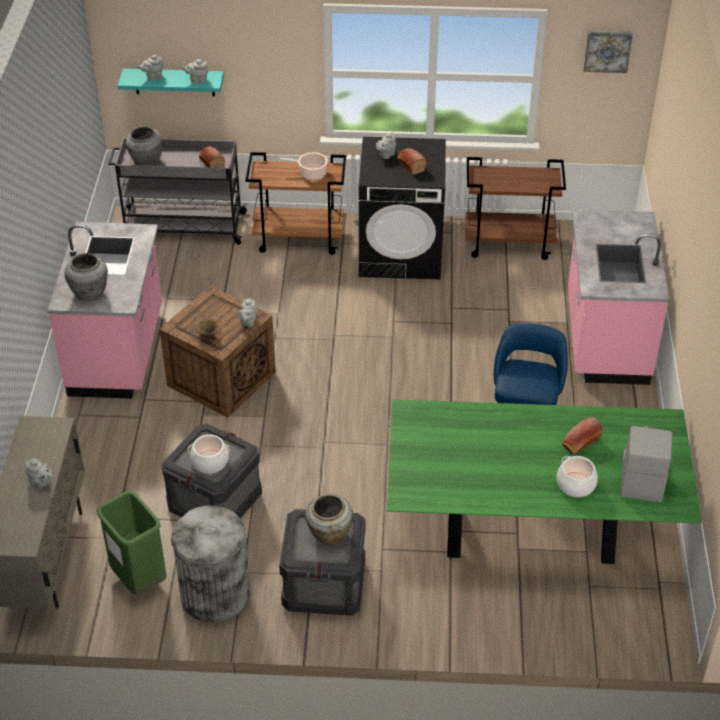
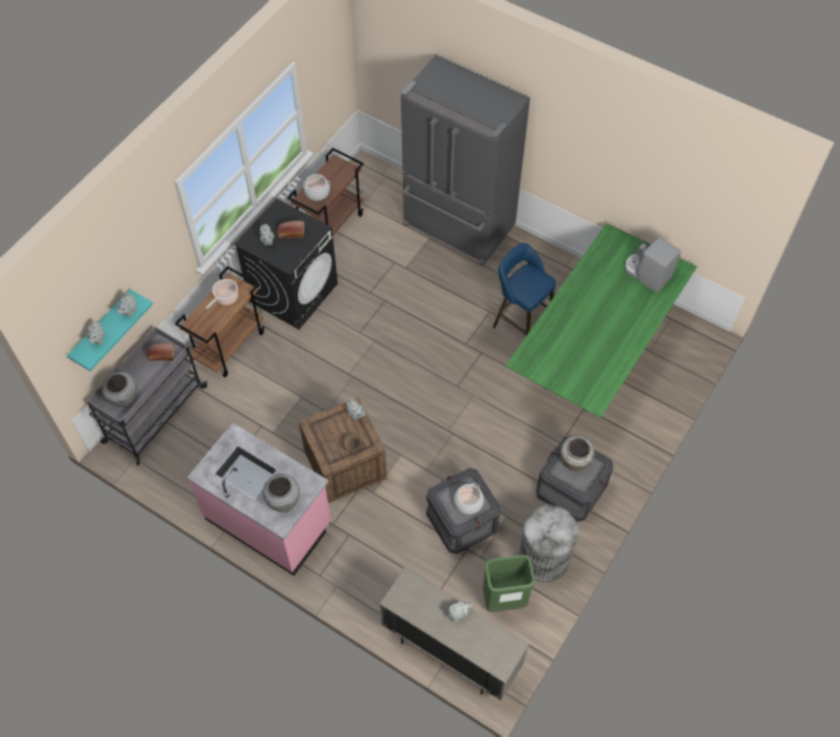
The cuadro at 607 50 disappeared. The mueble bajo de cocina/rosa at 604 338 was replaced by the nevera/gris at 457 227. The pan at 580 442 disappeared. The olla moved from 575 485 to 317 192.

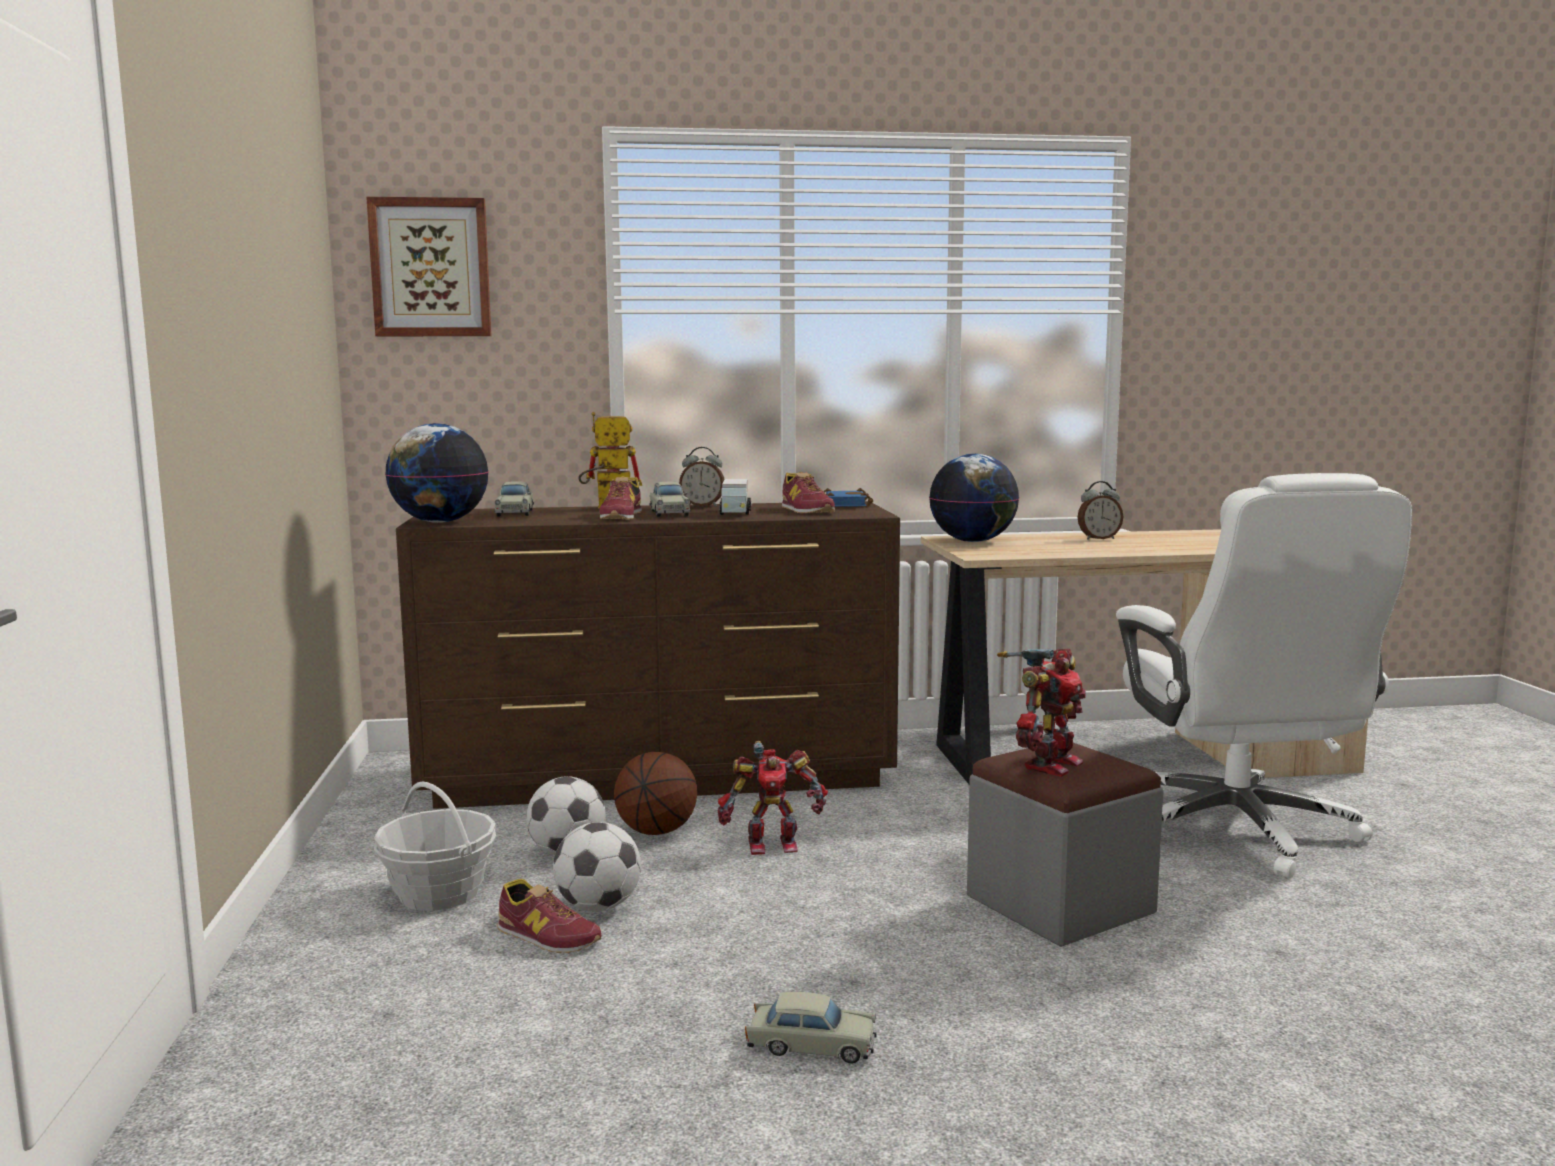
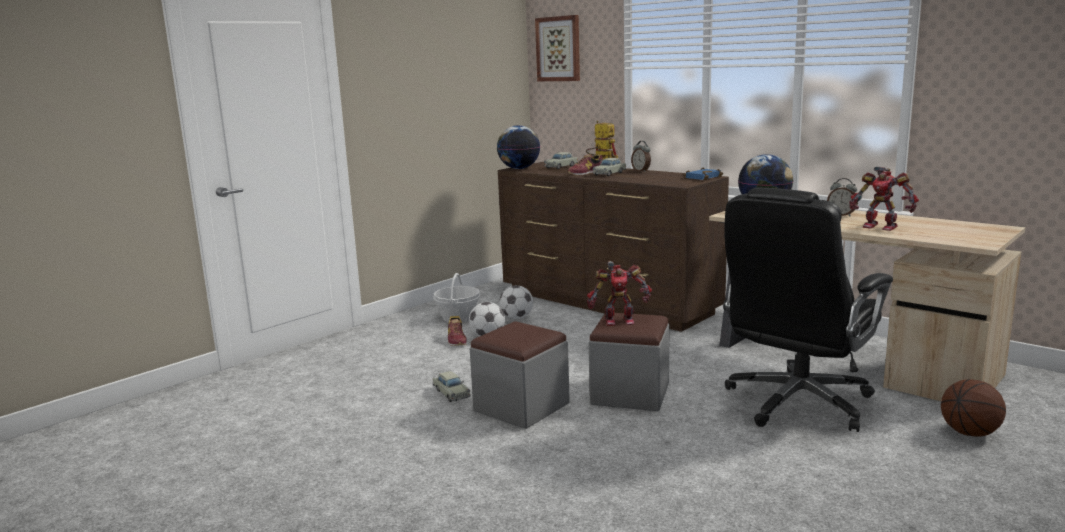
The zapato at 806 510 disappeared. The silla de oficina/blanco at 1238 831 became the silla de oficina/negro at 797 403. The camión de juguete at 735 513 disappeared. The robot de juguete moved from 771 844 to 880 226. The balón de baloncesto moved from 656 831 to 969 432. The puf/gris at 521 407 appeared.

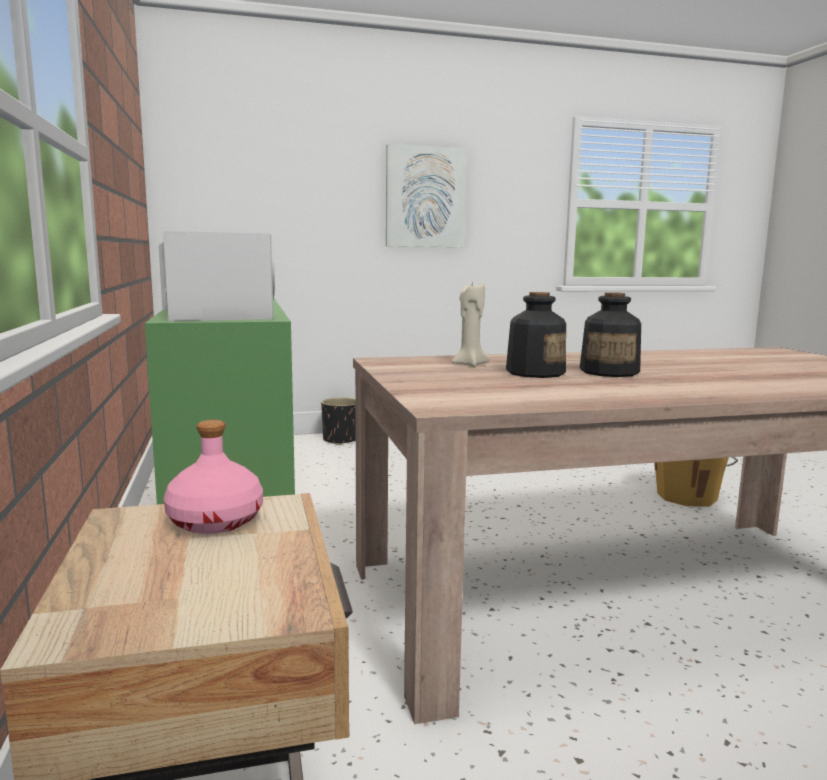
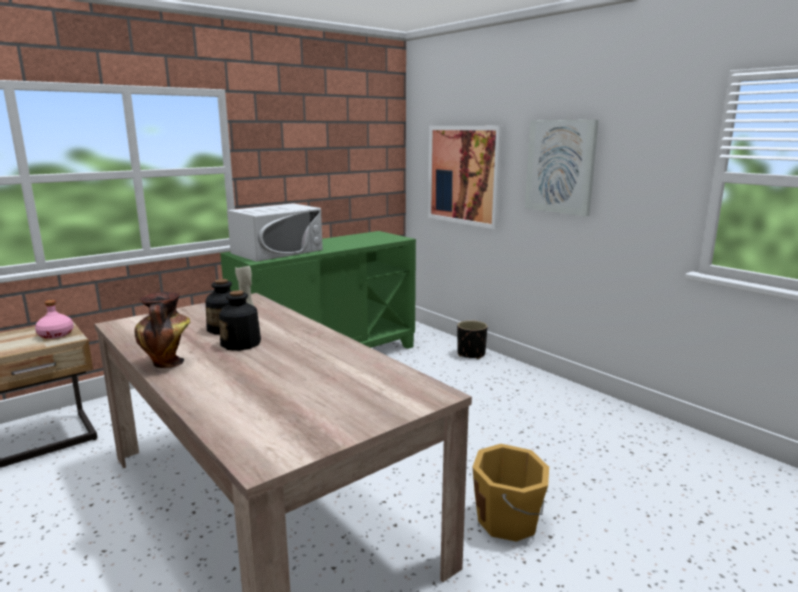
The cuadro at 464 175 appeared. The florero at 167 363 appeared.

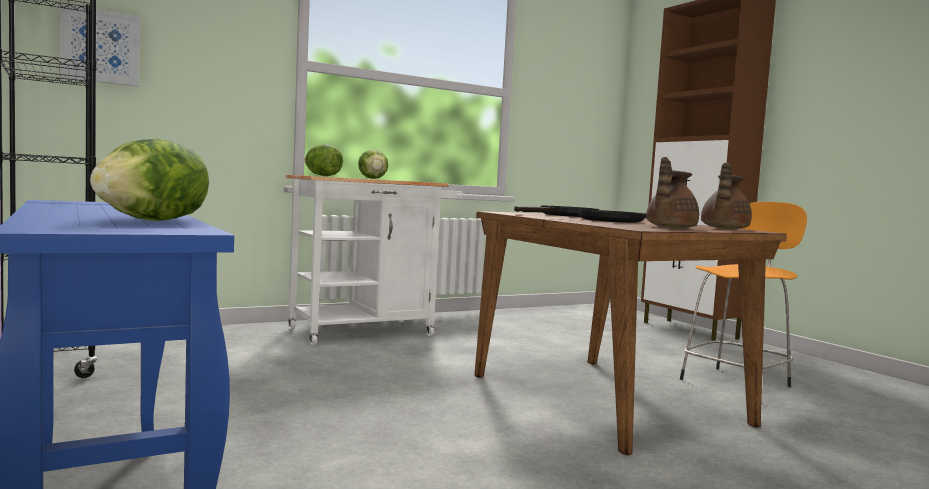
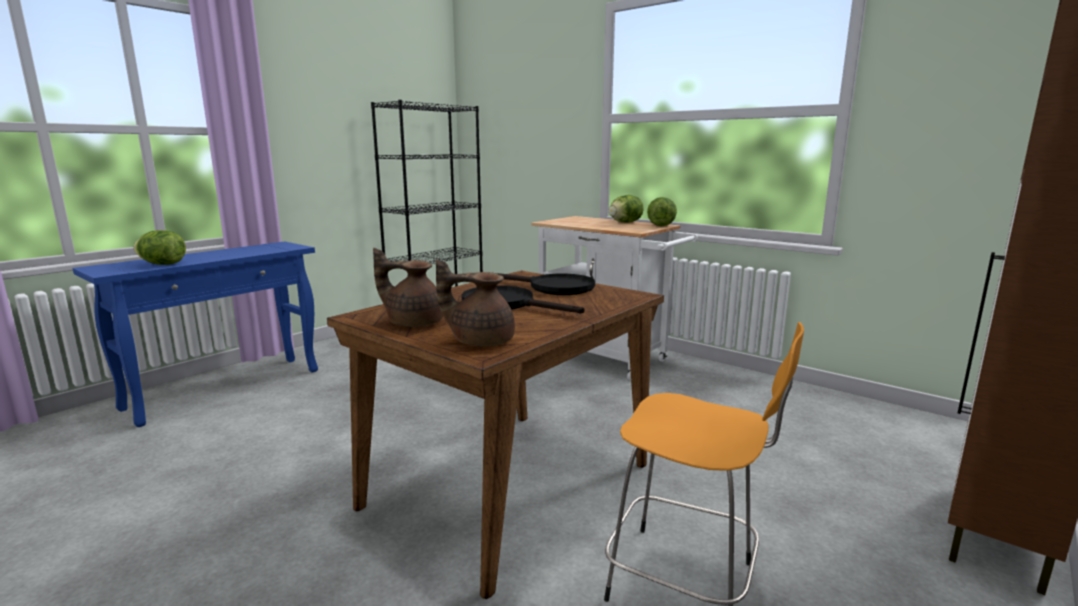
The cuadro at 100 46 disappeared. The lechuga moved from 322 176 to 661 225.

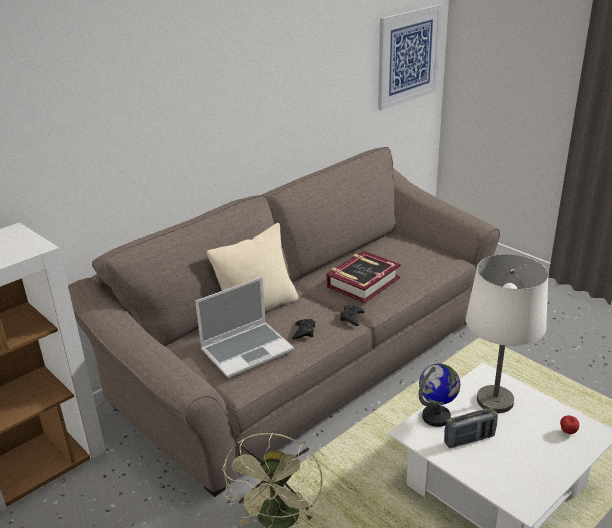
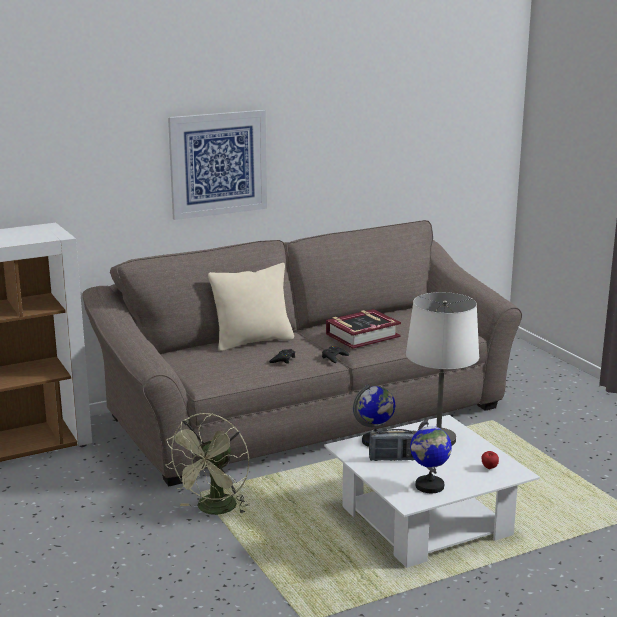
The cuadro moved from 408 56 to 218 164. The portátil at 247 350 disappeared. The globo terráqueo at 429 486 appeared.

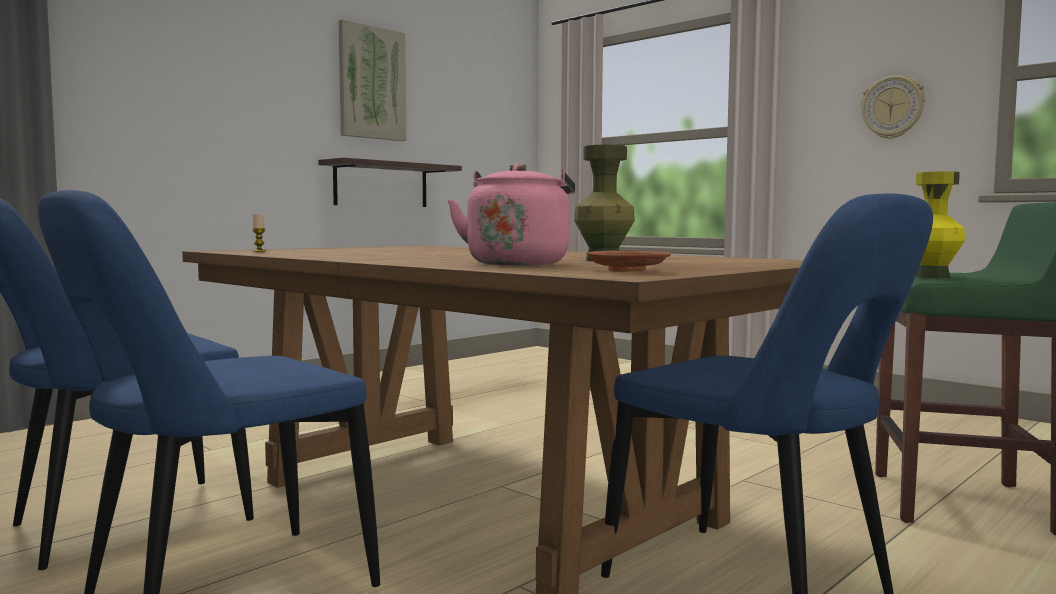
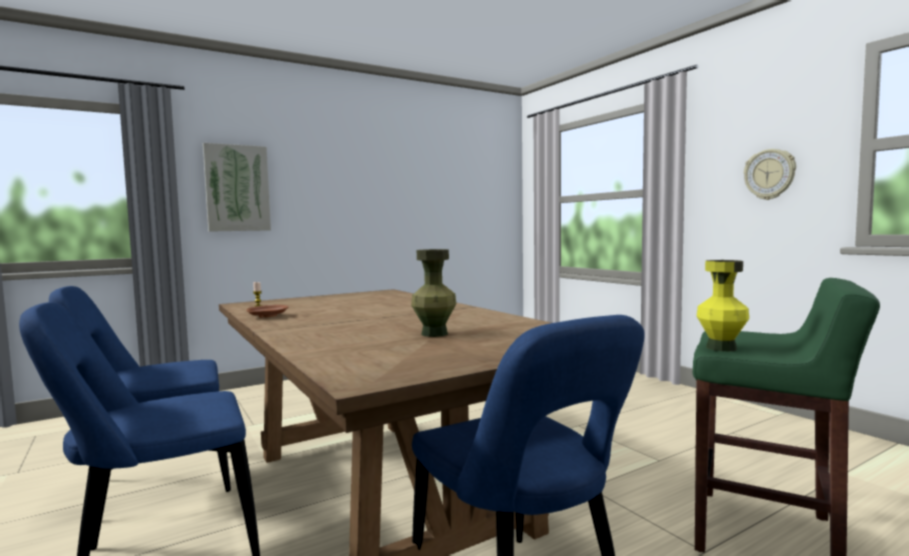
The cuadro moved from 371 83 to 237 188. The estante at 381 185 disappeared. The hervidor/rosa at 518 263 disappeared. The plato/marrón moved from 627 271 to 268 316.

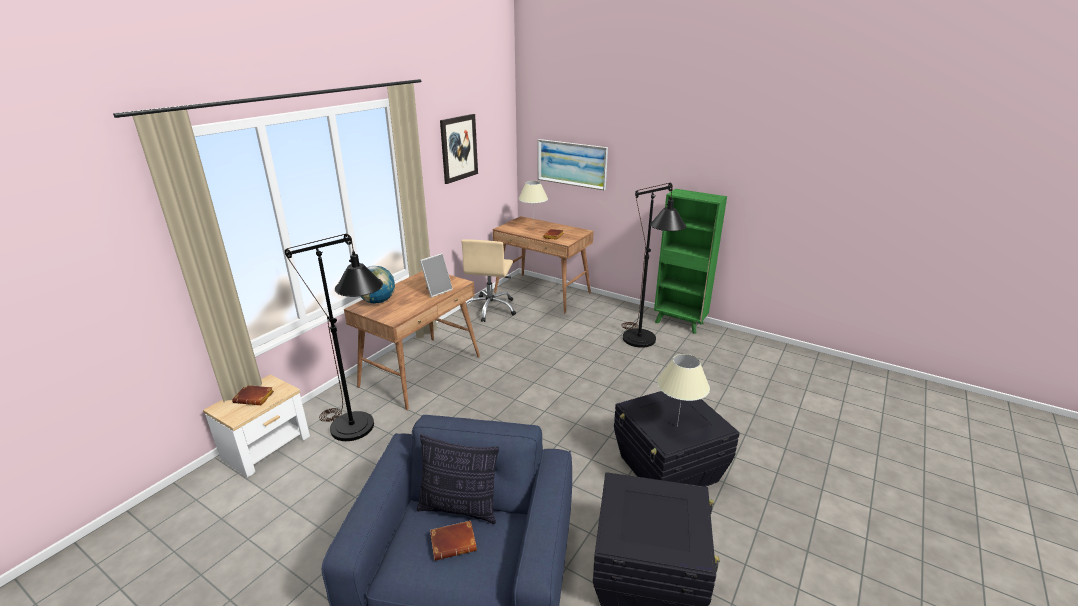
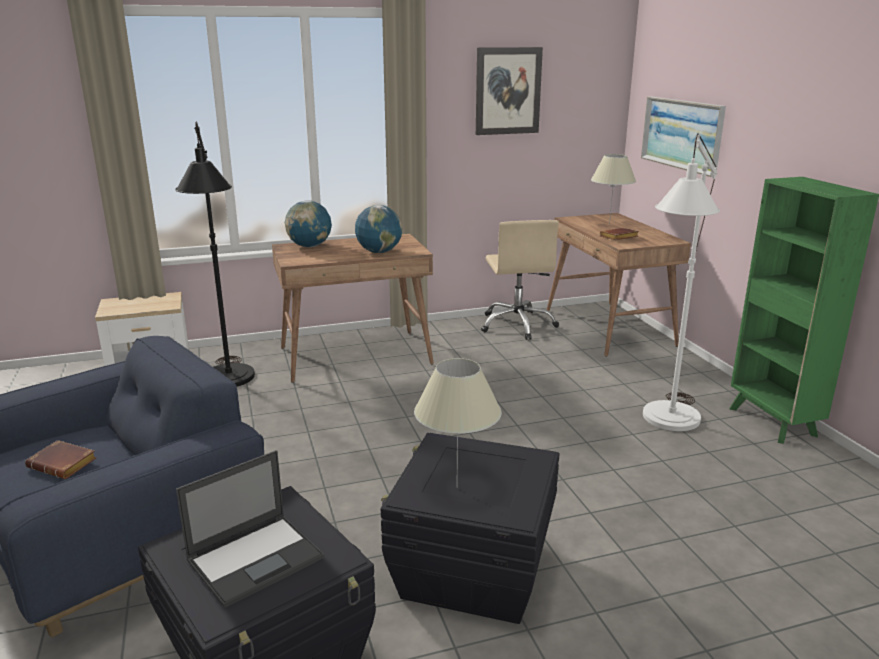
The lámpara de pie/negro at 642 344 became the lámpara de pie/blanco at 667 424. The silla de oficina/beis at 490 308 turned 60 degrees counterclockwise. The portarretratos at 437 291 was replaced by the globo terráqueo at 379 252. The libro/marrón at 255 397 disappeared. The cojín at 459 508 disappeared. The portátil at 257 558 appeared.

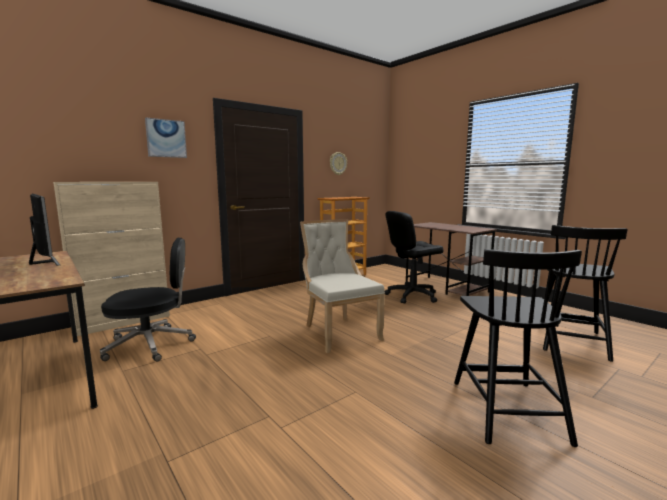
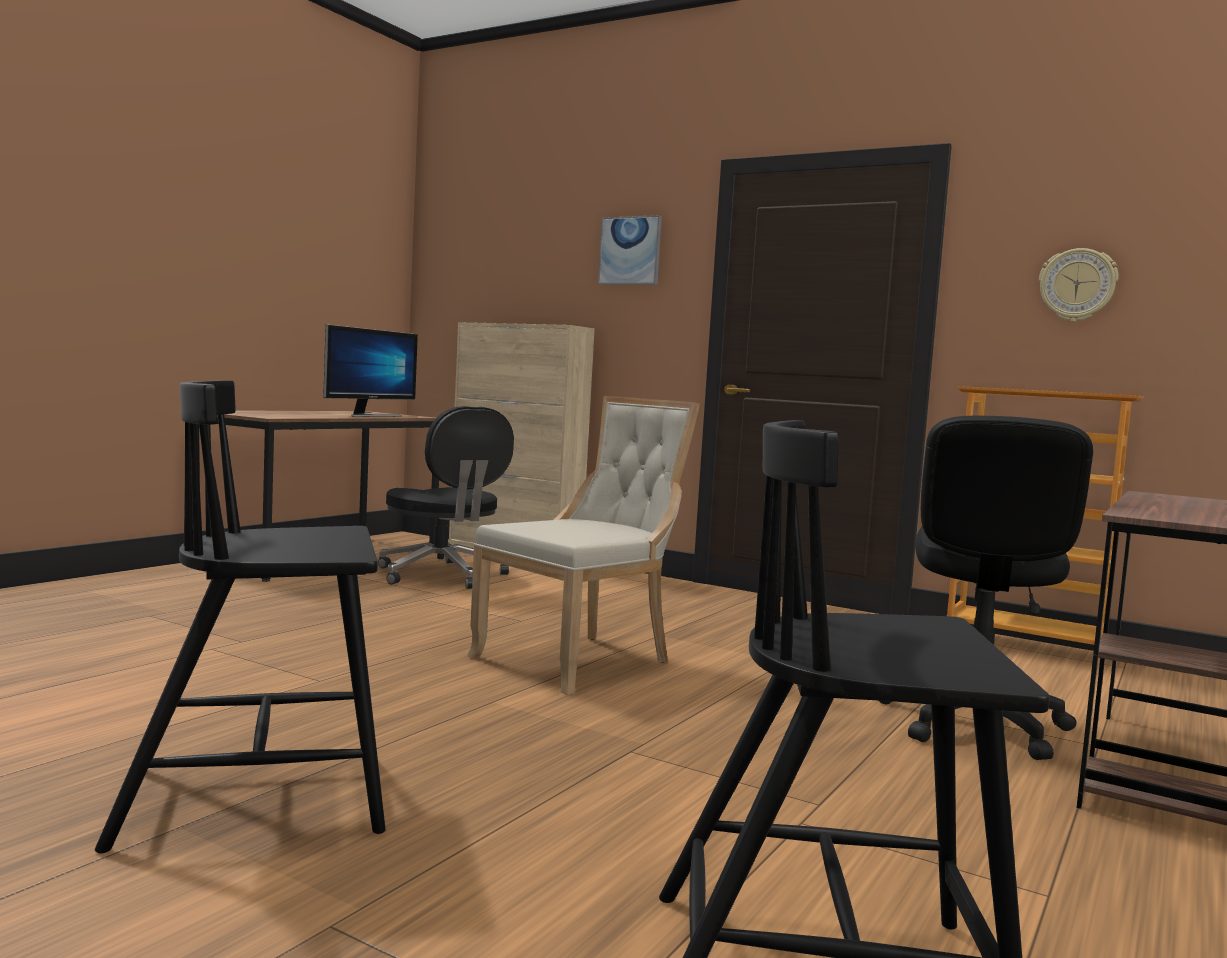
The silla de oficina/negro at 412 296 turned 120 degrees counterclockwise.

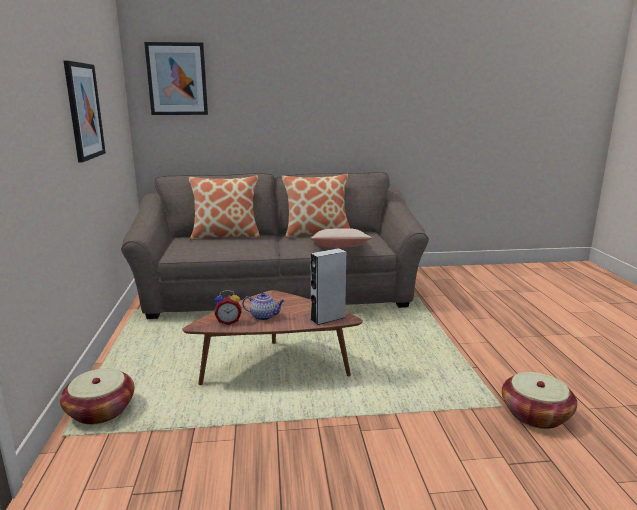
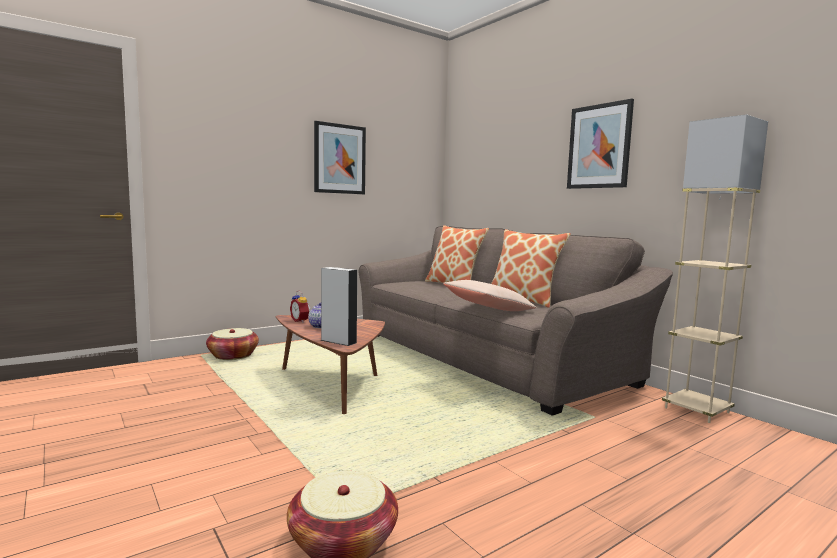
The cuadro moved from 177 79 to 599 146. The lámpara de pie/beis at 697 410 appeared.

